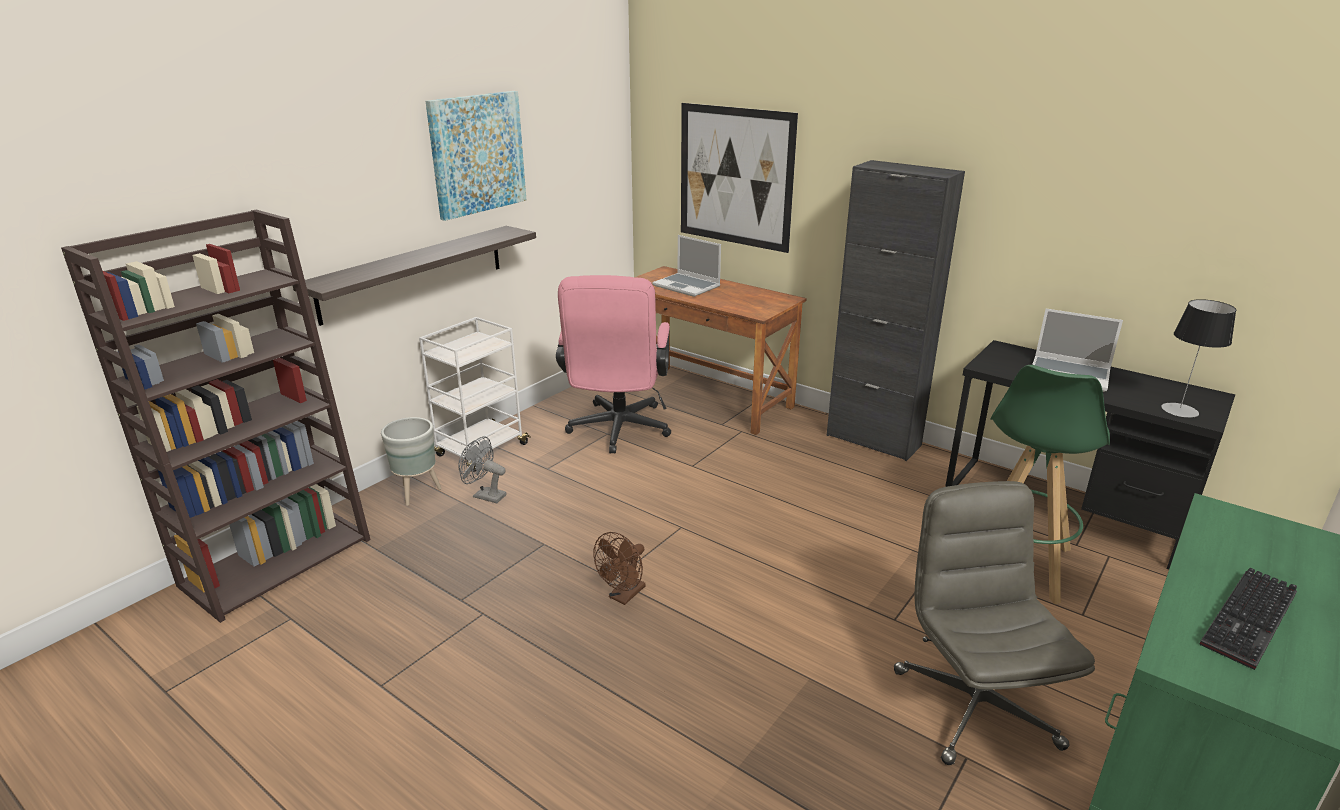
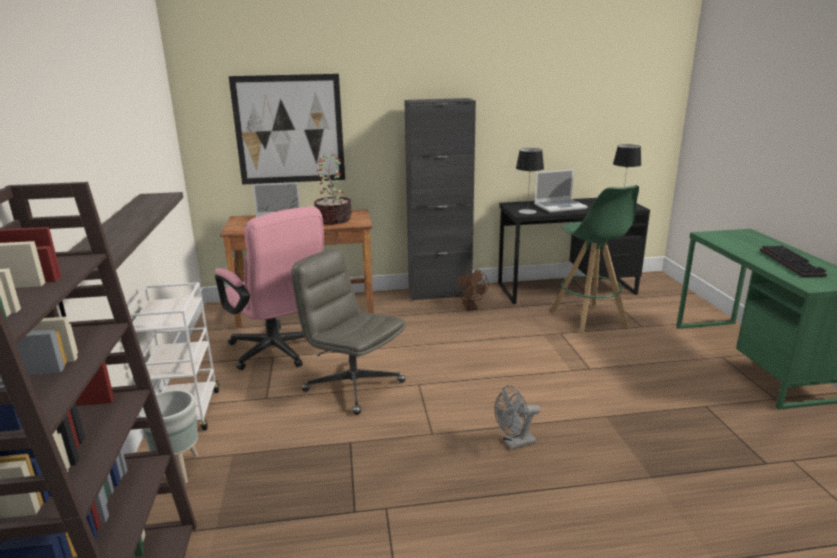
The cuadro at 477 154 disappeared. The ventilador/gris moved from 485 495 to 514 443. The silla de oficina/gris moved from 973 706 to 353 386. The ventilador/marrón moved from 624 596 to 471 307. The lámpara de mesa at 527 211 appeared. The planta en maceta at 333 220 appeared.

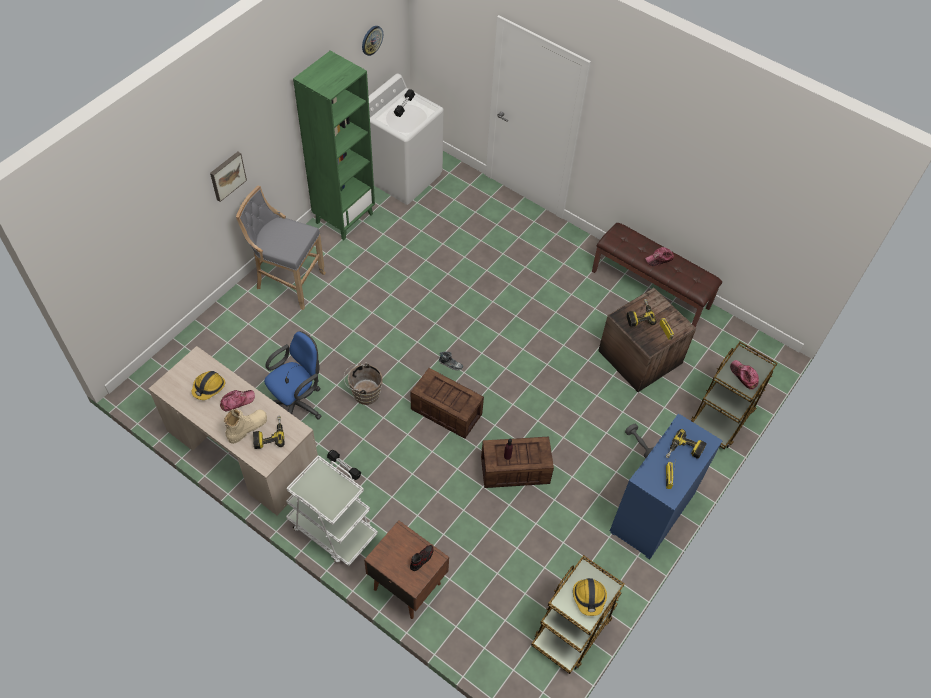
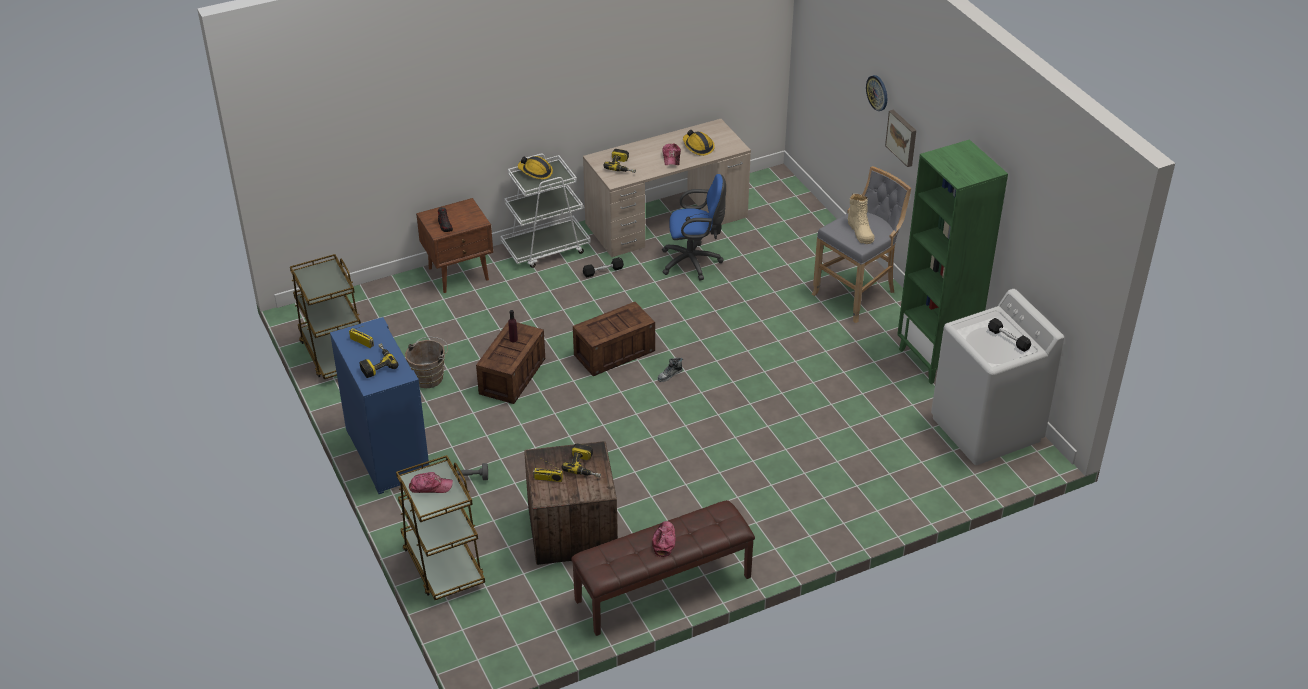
The reloj de pared moved from 371 40 to 877 92. The silla de oficina/azul at 298 404 turned 75 degrees counterclockwise. The cubo/marrón moved from 364 393 to 429 377. The bota/beis moved from 247 428 to 860 231. The casco moved from 589 597 to 535 172.

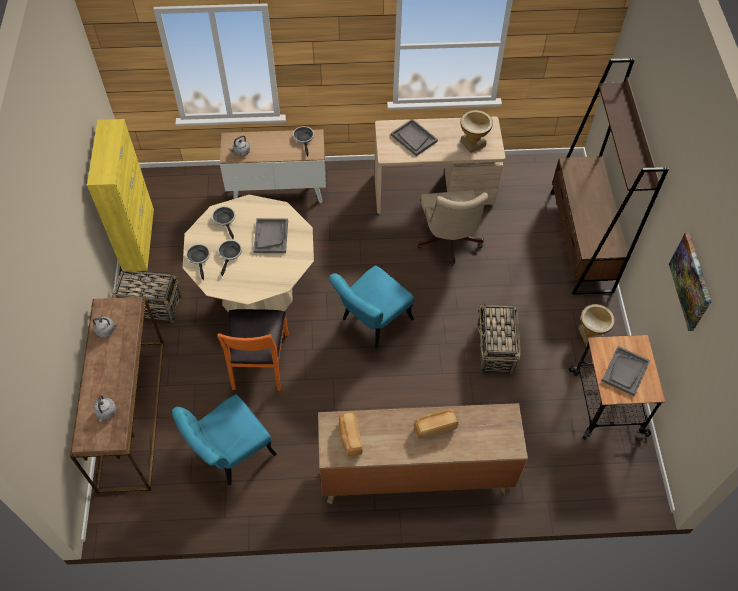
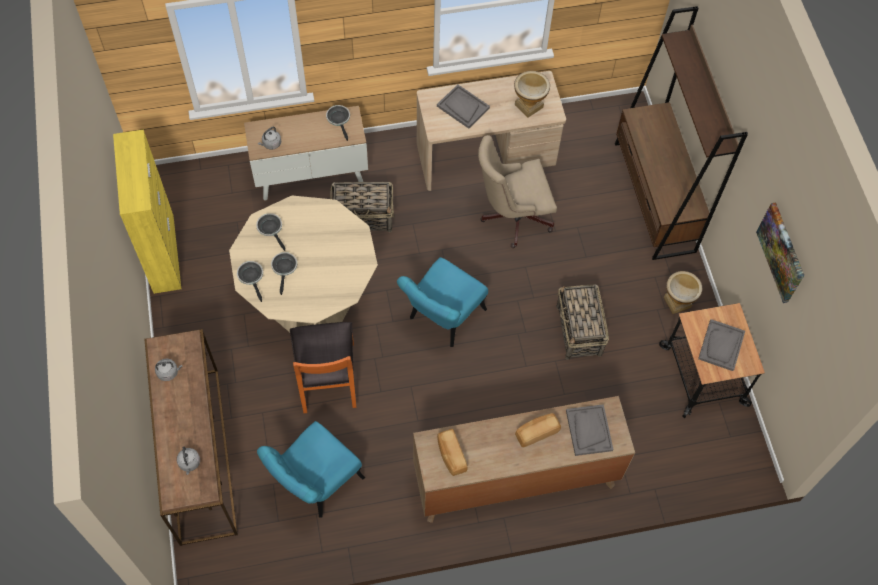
The silla de oficina/beis at 449 243 turned 90 degrees clockwise. The bandeja/gris moved from 271 236 to 588 430. The cesta moved from 152 306 to 363 217.

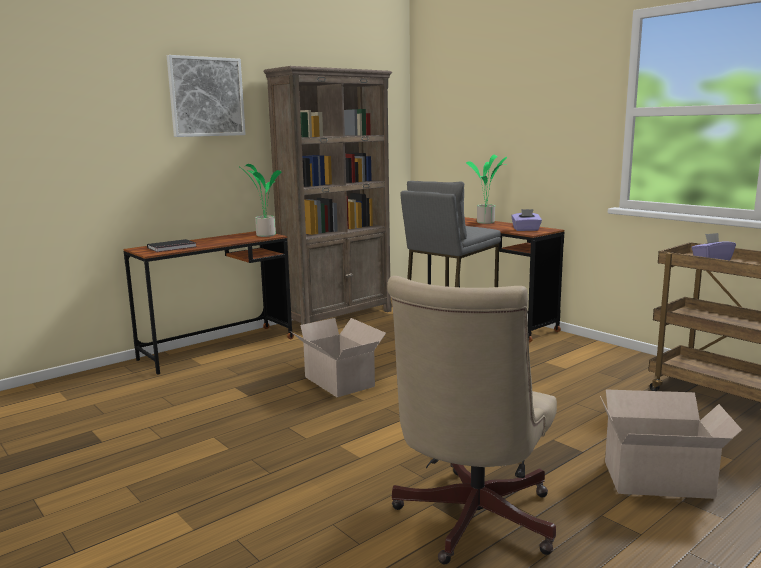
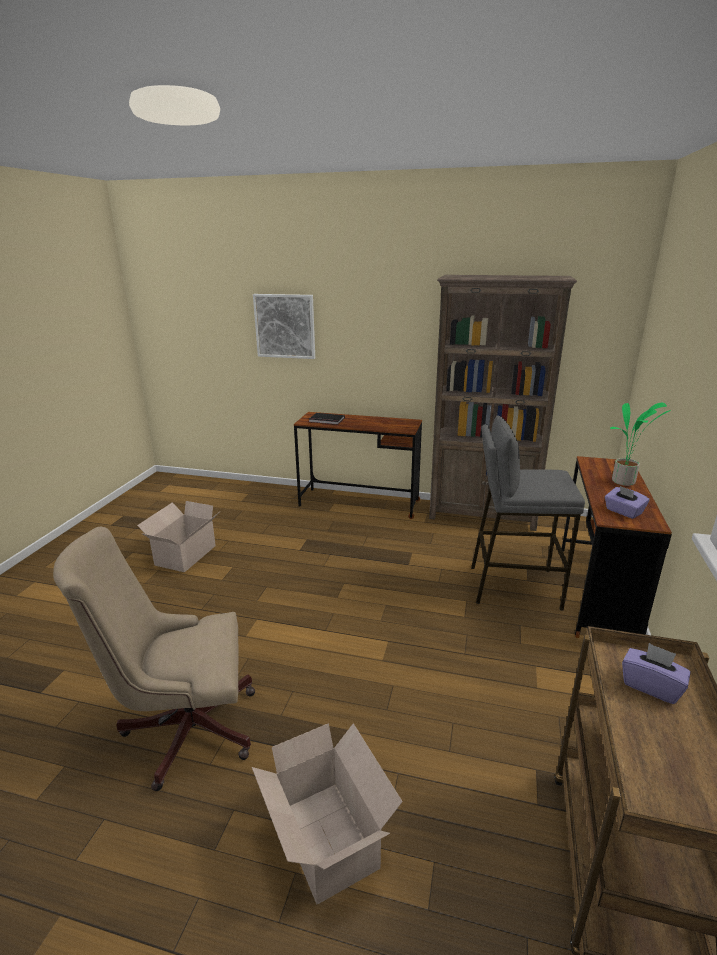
The cuadro moved from 206 97 to 285 326. The planta en maceta at 264 235 disappeared. The caja de cartón moved from 339 382 to 184 556.

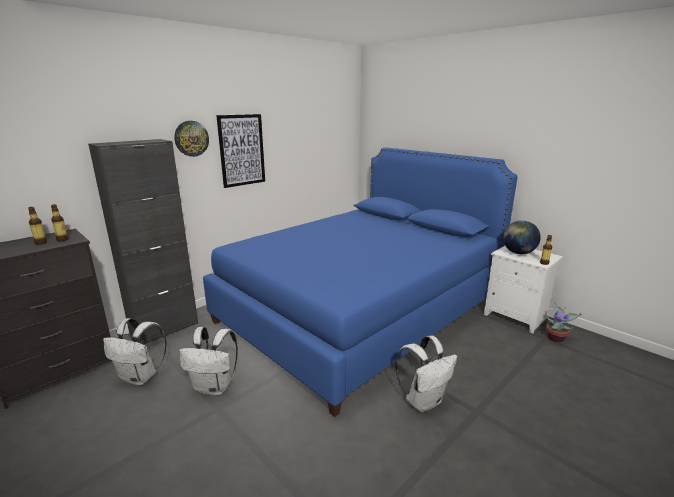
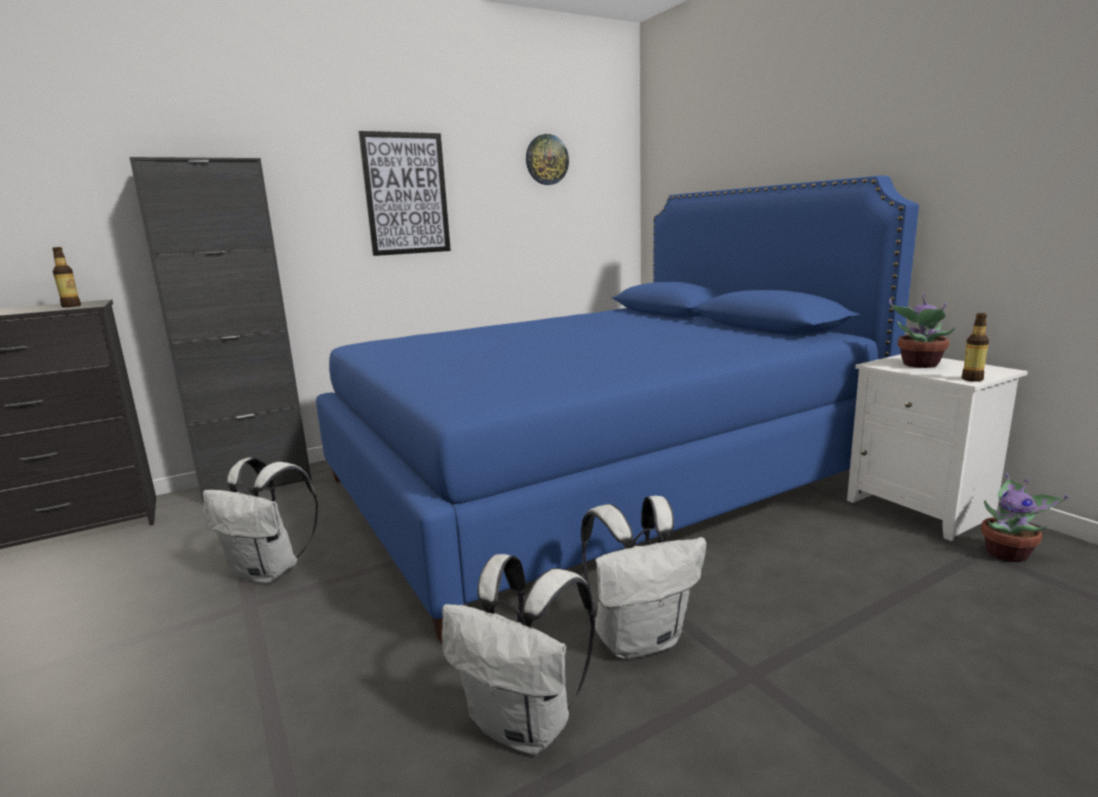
The reloj de pared moved from 191 138 to 546 159. The botella at 41 243 disappeared. The globo terráqueo at 518 253 was replaced by the planta en maceta at 918 365. The mochila/blanco moved from 141 377 to 525 725.

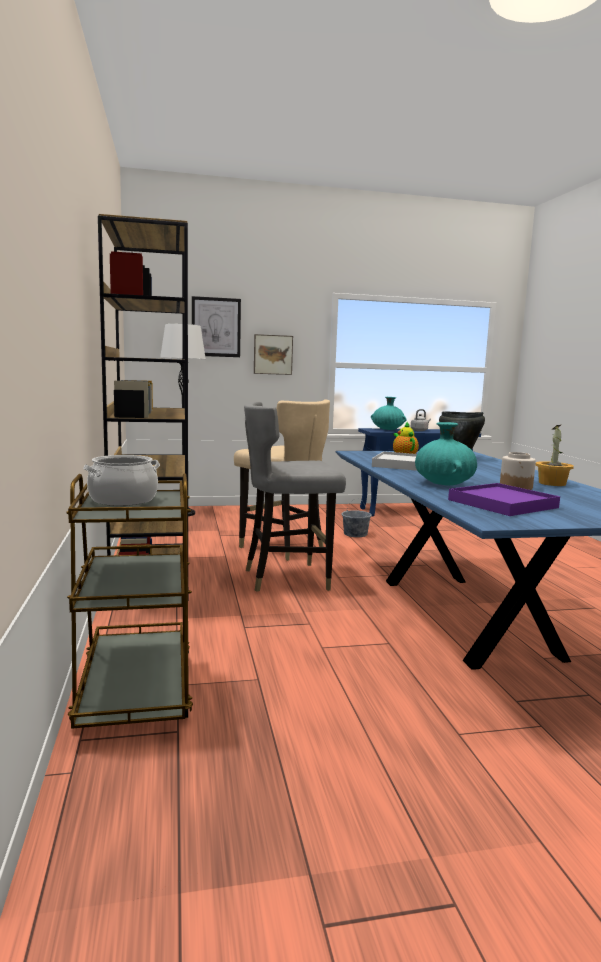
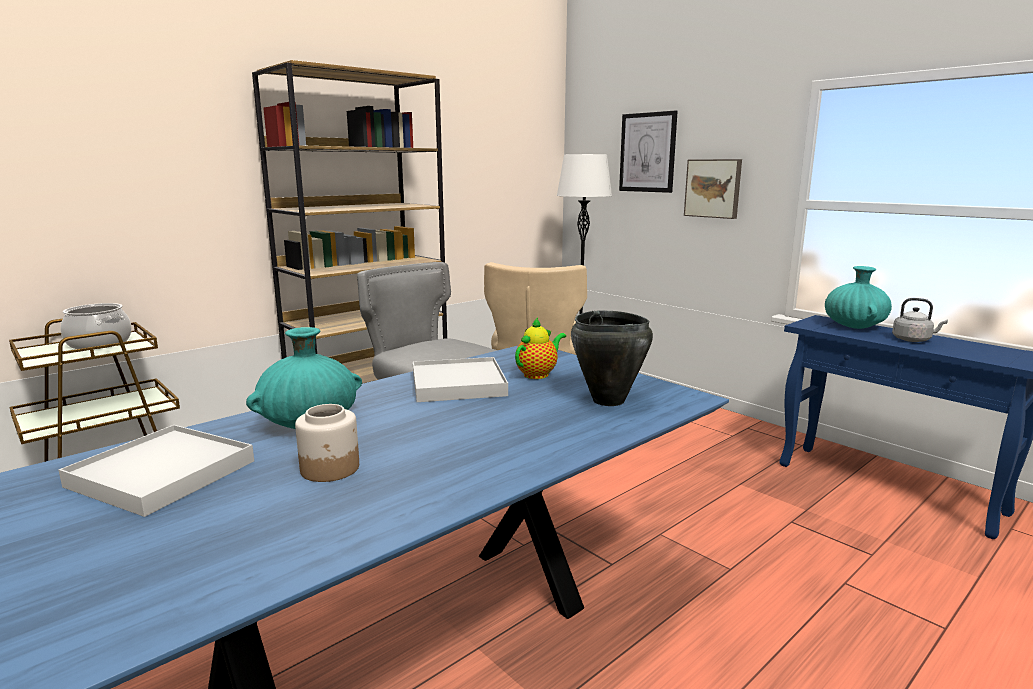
The planta en maceta at 552 483 disappeared. The bandeja/morado at 502 504 became the bandeja/blanco at 163 474. The cubo/gris at 355 534 disappeared.

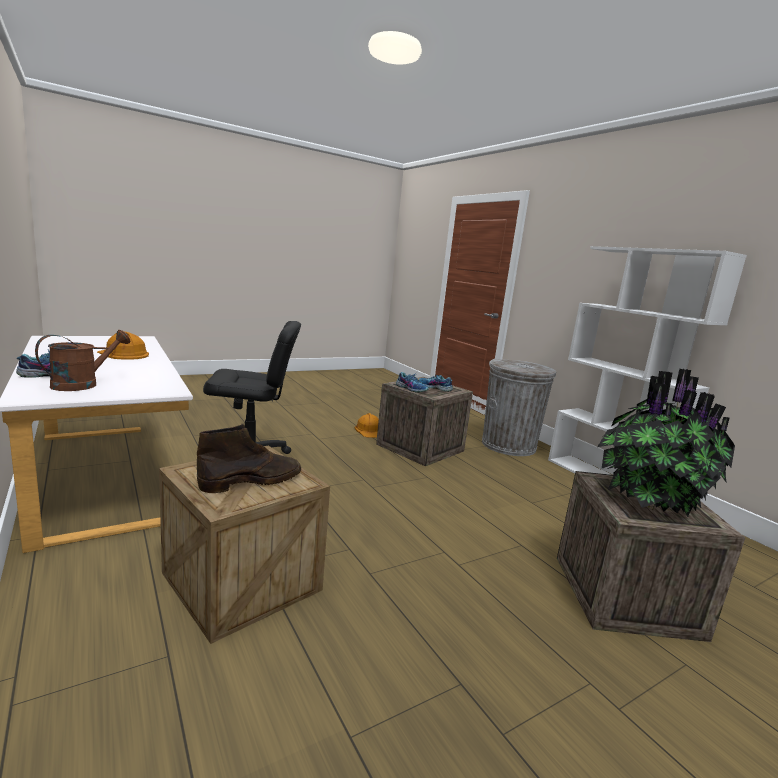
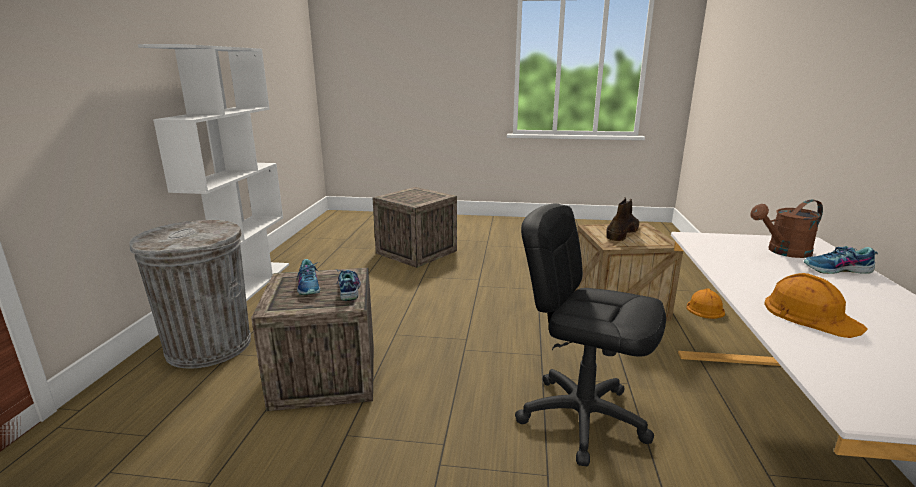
The planta en maceta at 648 499 disappeared. The casco/naranja moved from 369 430 to 704 308. The bota/marrón at 252 481 turned 120 degrees clockwise.

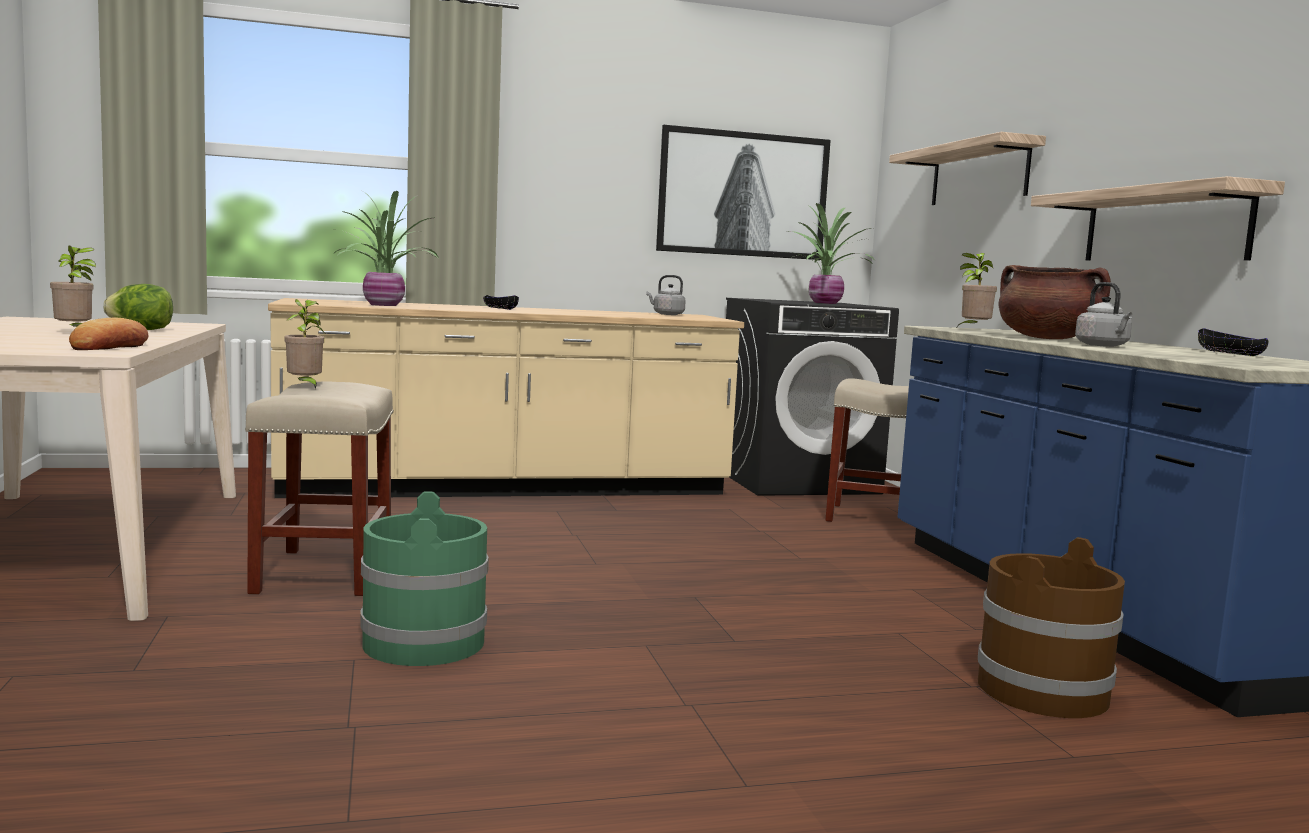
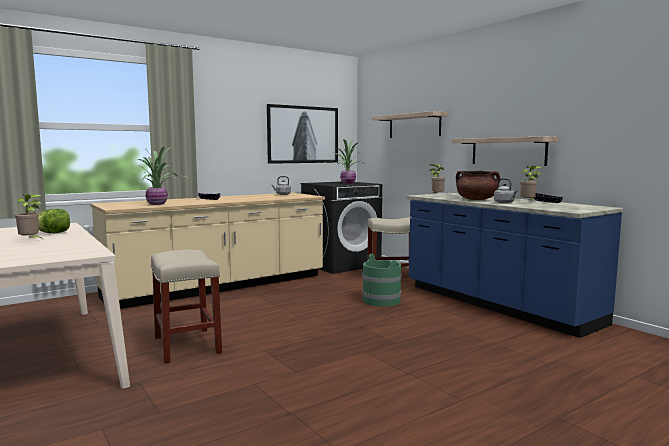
The planta en maceta moved from 305 387 to 528 202. The pan at 110 346 disappeared. The cubo/verde moved from 423 642 to 381 300. The cubo/marrón at 1042 690 disappeared.

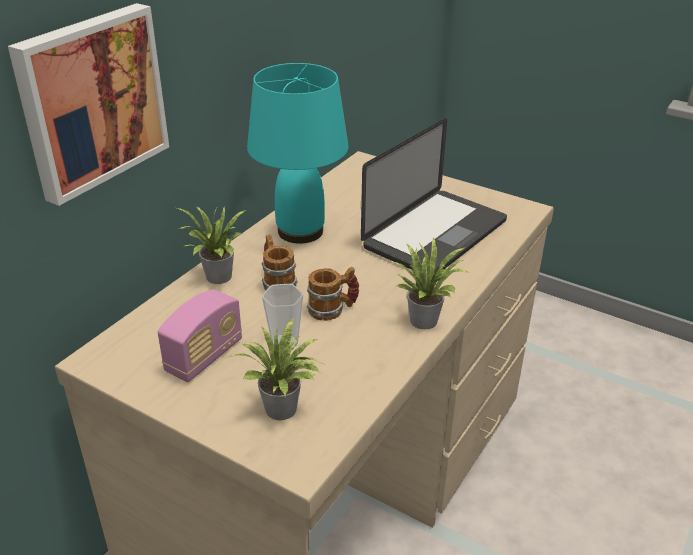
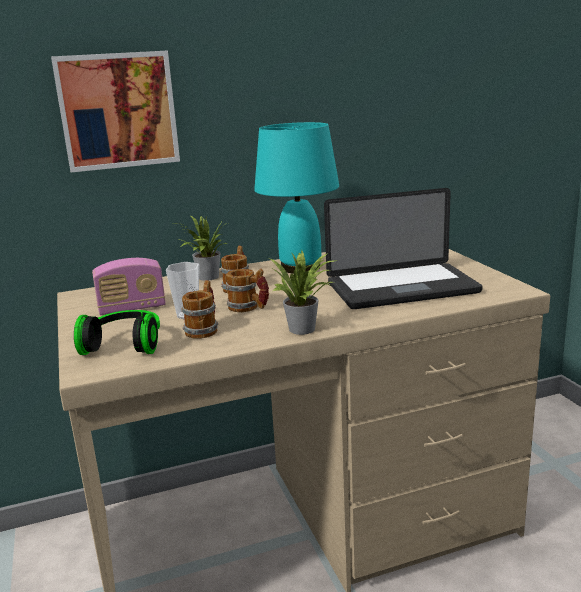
The planta en maceta at 283 411 was replaced by the auriculares at 125 345. The taza grande at 204 329 appeared.

